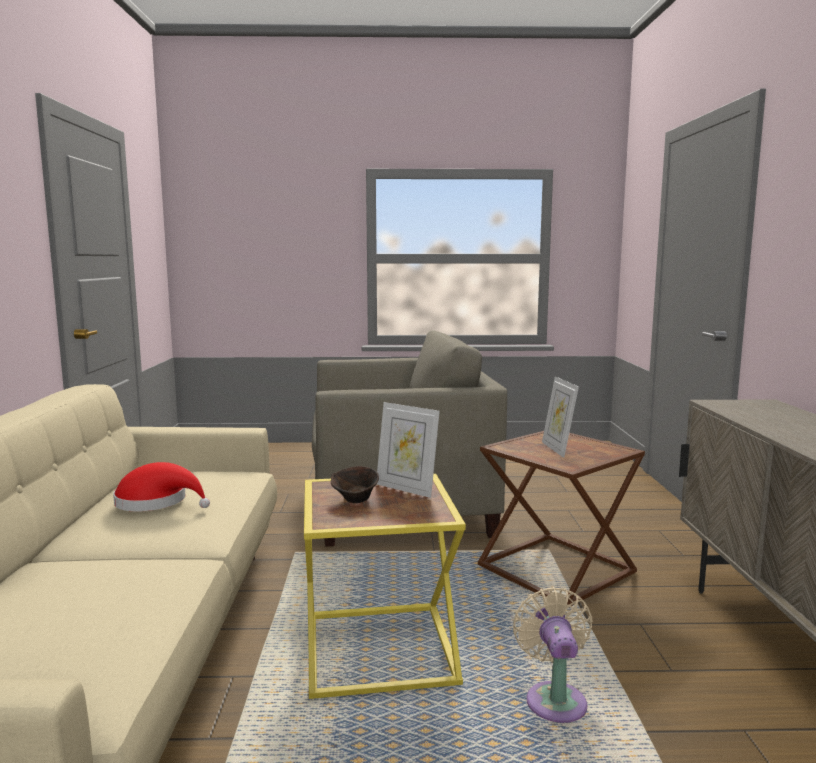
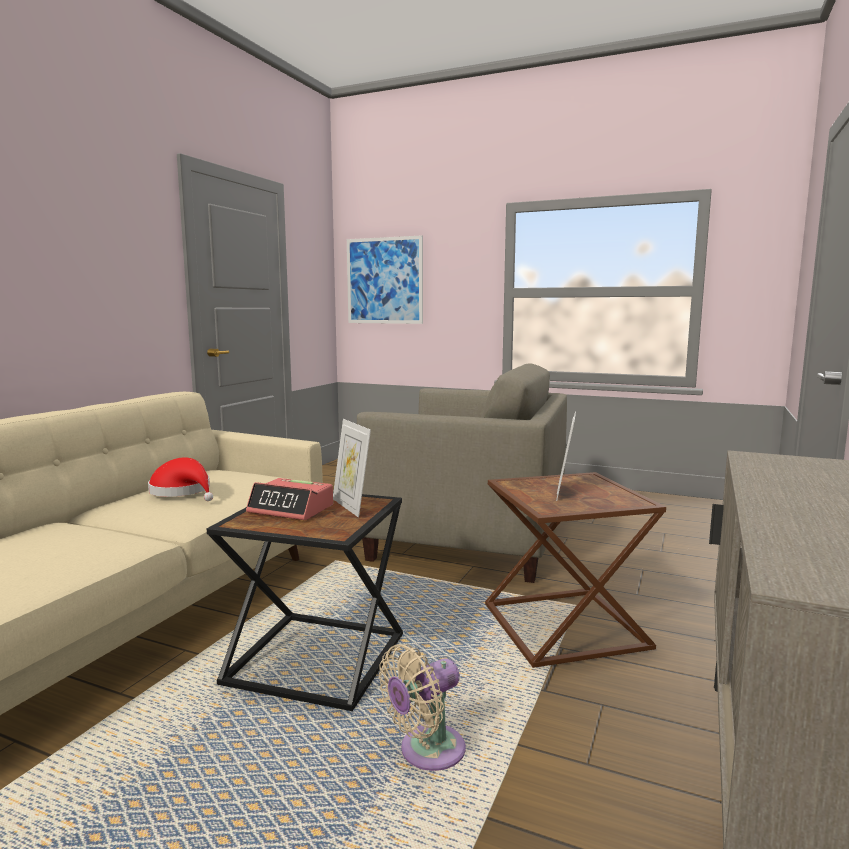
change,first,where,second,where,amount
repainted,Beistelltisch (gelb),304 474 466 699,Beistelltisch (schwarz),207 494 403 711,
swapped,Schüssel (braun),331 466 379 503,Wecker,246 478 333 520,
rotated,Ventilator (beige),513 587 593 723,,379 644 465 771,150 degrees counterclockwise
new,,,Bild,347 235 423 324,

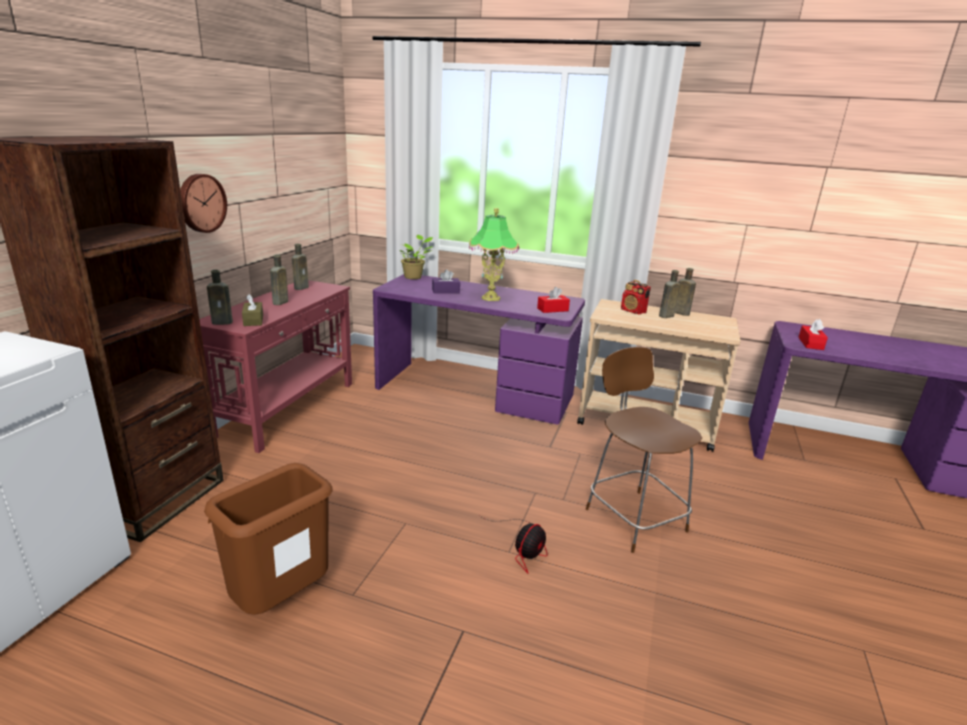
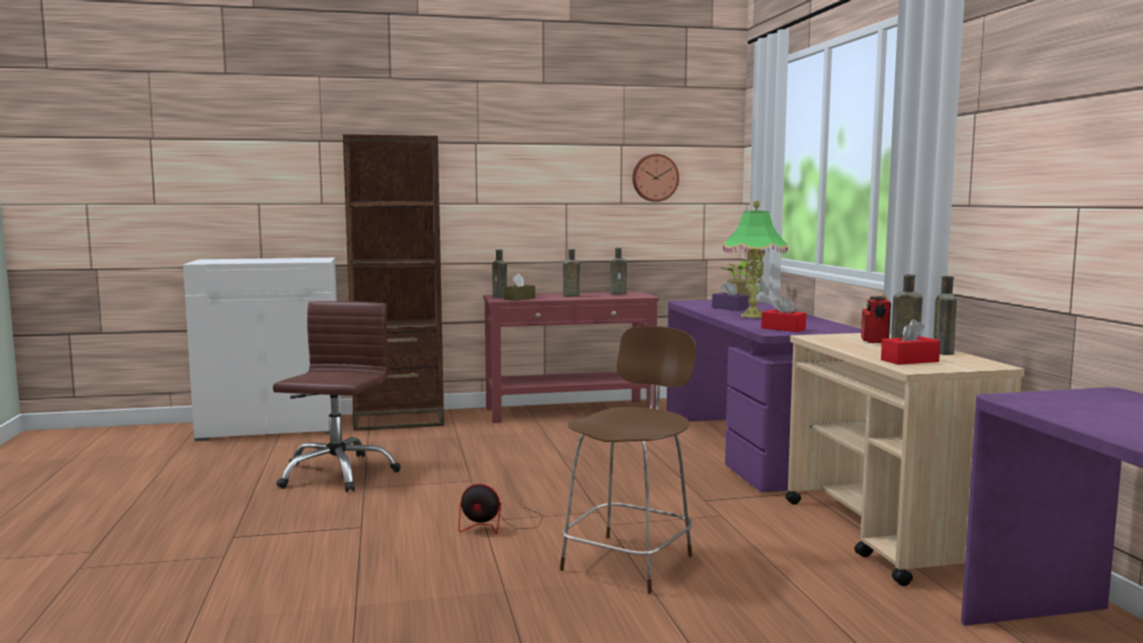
change,first,where,second,where,amount
shifted,Wanduhr,180 174 227 233,,632 154 679 202,
swapped,Mülleimer (braun),204 463 333 615,Bürostuhl (braun),273 301 401 492,
shifted,Taschentuchbox (rot),798 319 828 350,,881 319 940 365,

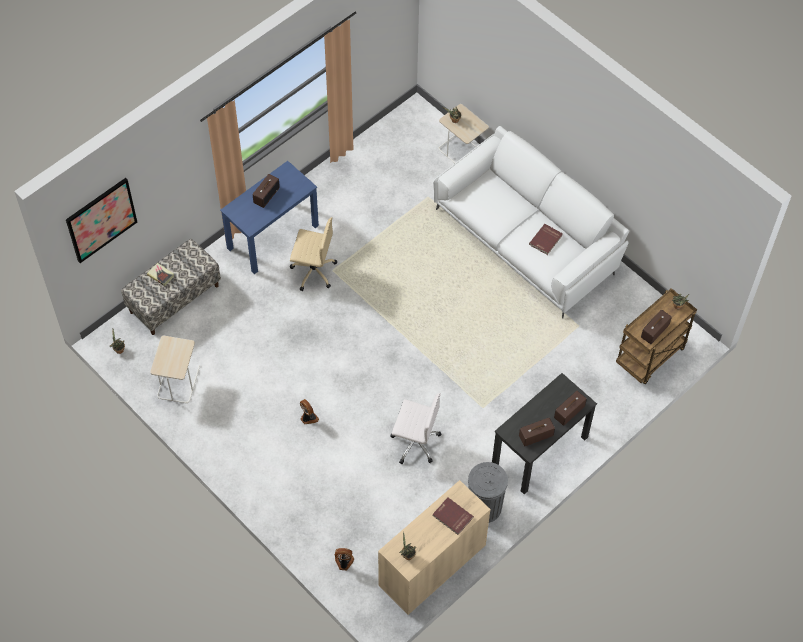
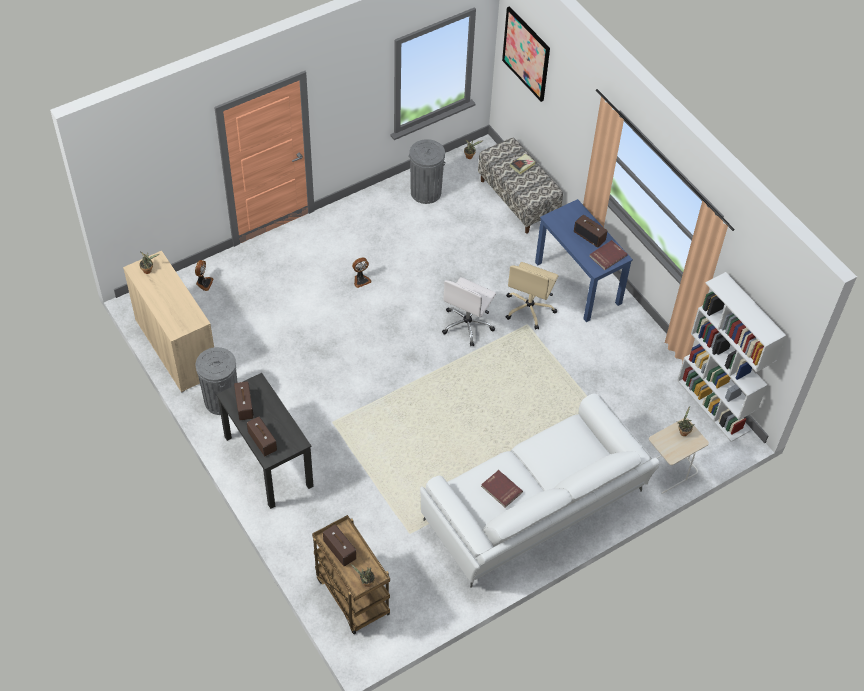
change,first,where,second,where,amount
swapped,Beistelltisch (beige),150 336 200 403,Mülleimer (grau),409 139 445 204,
shifted,Bürostuhl (weiß),391 393 441 464,,442 277 496 346,
shifted,Buch (rot),433 497 474 535,,589 240 628 270,
new,,,Bücherregal (weiß),677 272 786 442,

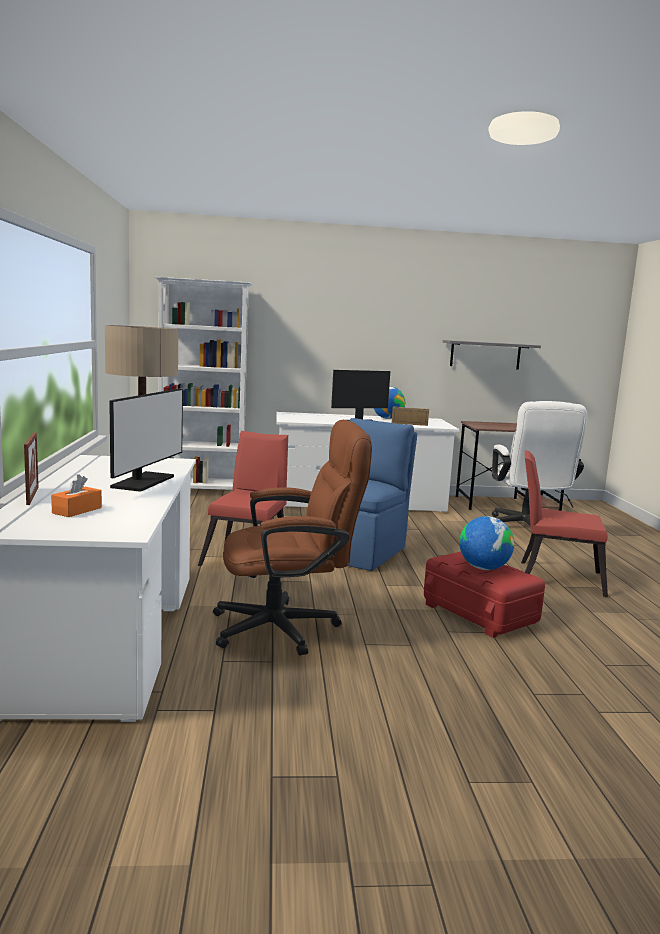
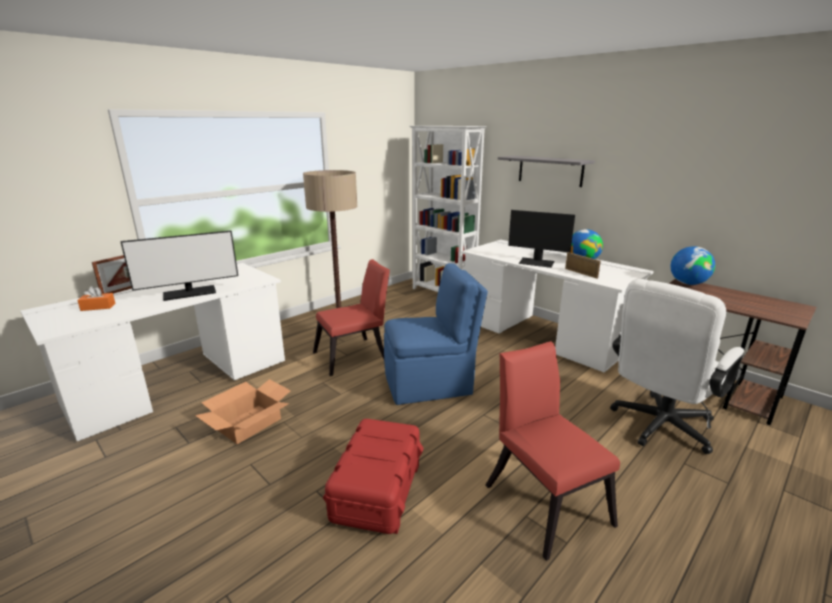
change,first,where,second,where,amount
swapped,Bürostuhl (braun),213 420 372 656,Karton,195 379 291 444,
shifted,Wandregal (grau),443 340 541 369,,498 156 595 187,
shifted,Globus,459 516 514 570,,670 246 715 285,

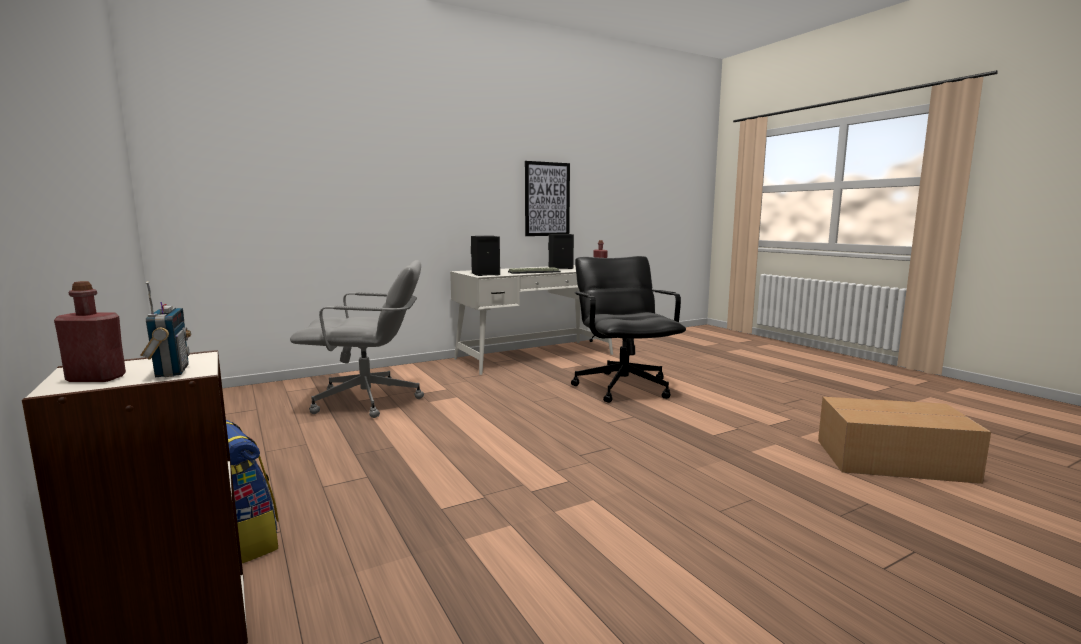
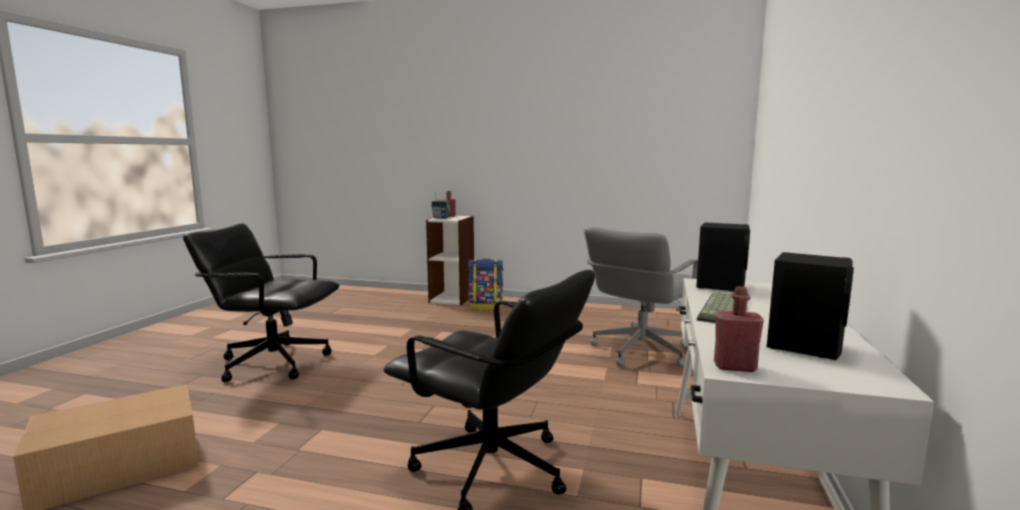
change,first,where,second,where,amount
gone,Bild,525 161 570 236,,,
new,,,Bürostuhl (schwarz),183 223 340 382,

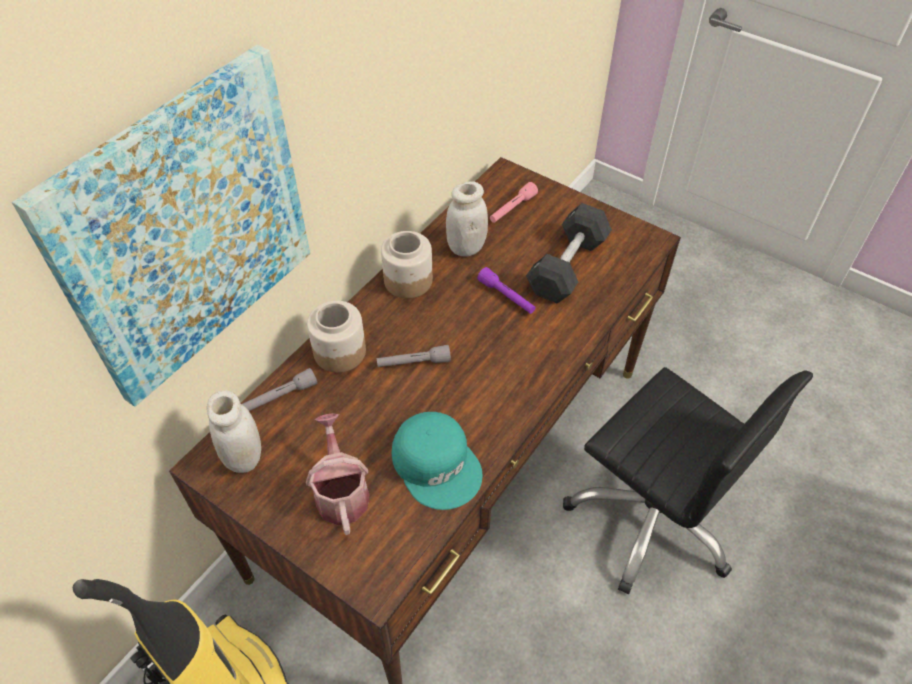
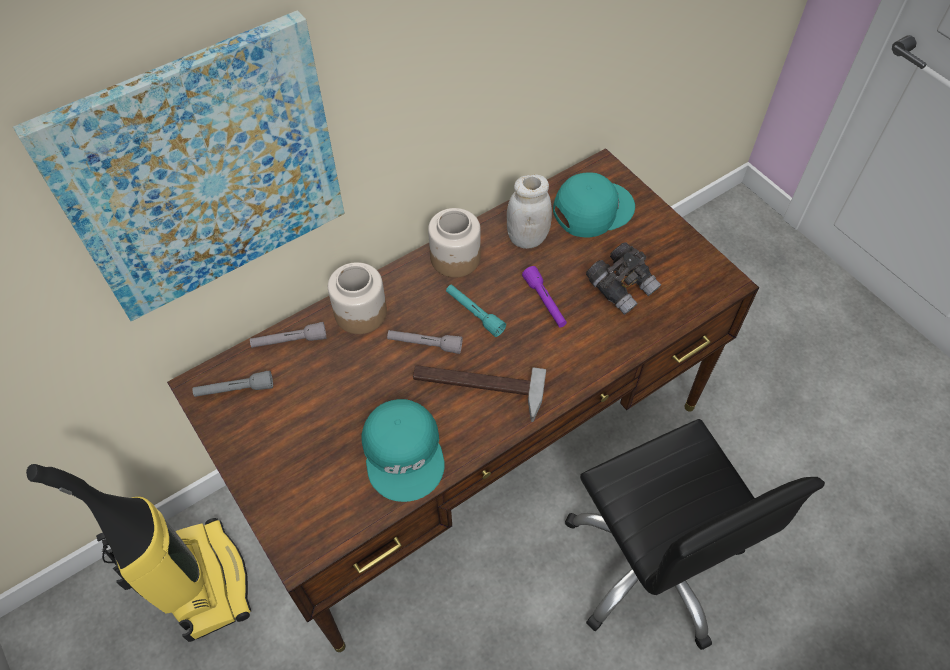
change,first,where,second,where,amount
swapped,Vorratsglas (weiß),207 390 261 473,Taschenlampe (grau),193 370 273 397,
gone,Gießkanne,306 413 369 535,,,
swapped,Taschenlampe (rosa),490 182 538 223,Kappe (türkis),553 172 635 238,
swapped,Hantel (schwarz),526 203 612 304,Fernglas (grau),586 242 661 315,
new,,,Hammer,413 365 546 422,
new,,,Taschenlampe (türkis),446 285 506 337,

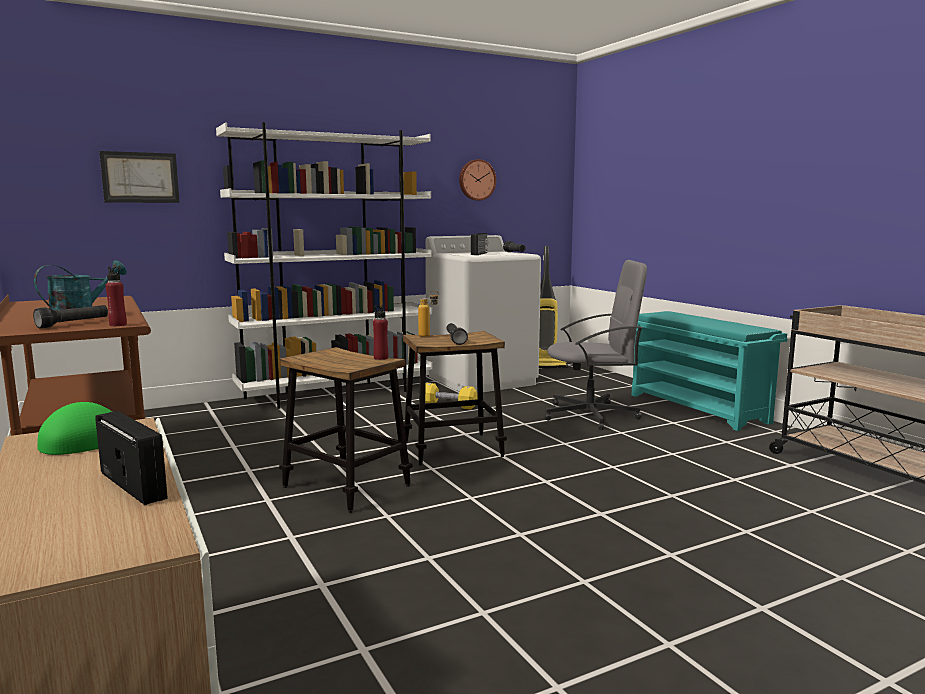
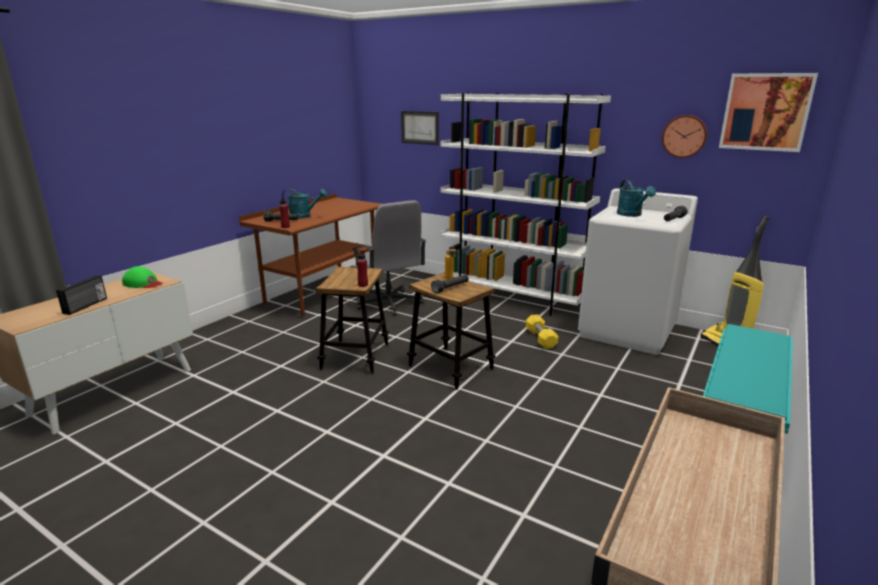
change,first,where,second,where,amount
swapped,Radio,471 233 488 255,Gießkanne (türkis),617 180 656 217,
shifted,Bürostuhl (grau),545 260 647 430,,352 200 426 316,
new,,,Bild,719 73 818 152,

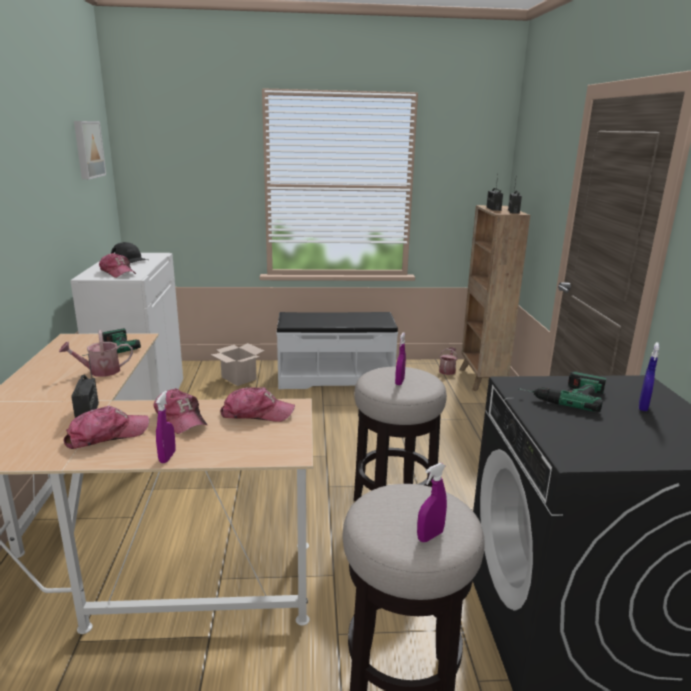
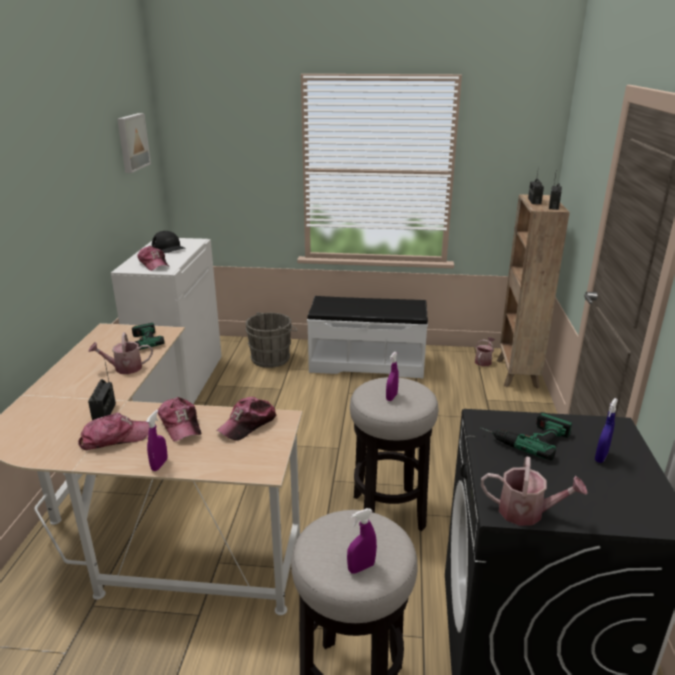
change,first,where,second,where,amount
swapped,Karton,211 343 264 386,Eimer (grau),245 312 298 368,
rotated,Kappe,220 387 295 422,,216 397 277 440,120 degrees clockwise
new,,,Gießkanne,481 457 588 526,

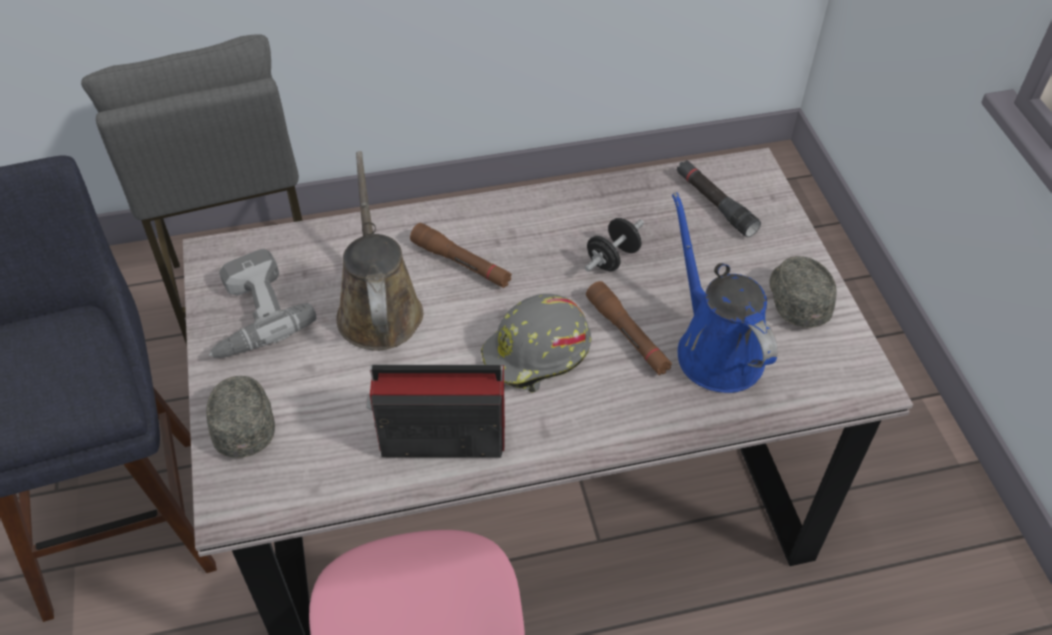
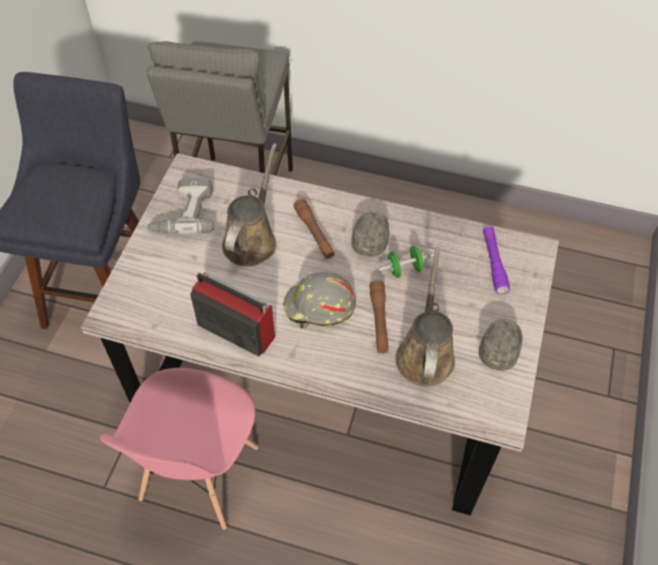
change,first,where,second,where,amount
shifted,Kappe (grau),206 376 275 458,,351 211 389 257,
repainted,Hantel (schwarz),585 218 644 272,Hantel (grün),378 246 434 278,
repainted,Gießkanne (blau),672 192 778 393,Gießkanne (braun),395 247 455 387,
repainted,Taschenlampe (schwarz),677 160 761 237,Taschenlampe (lila),483 227 510 294,

